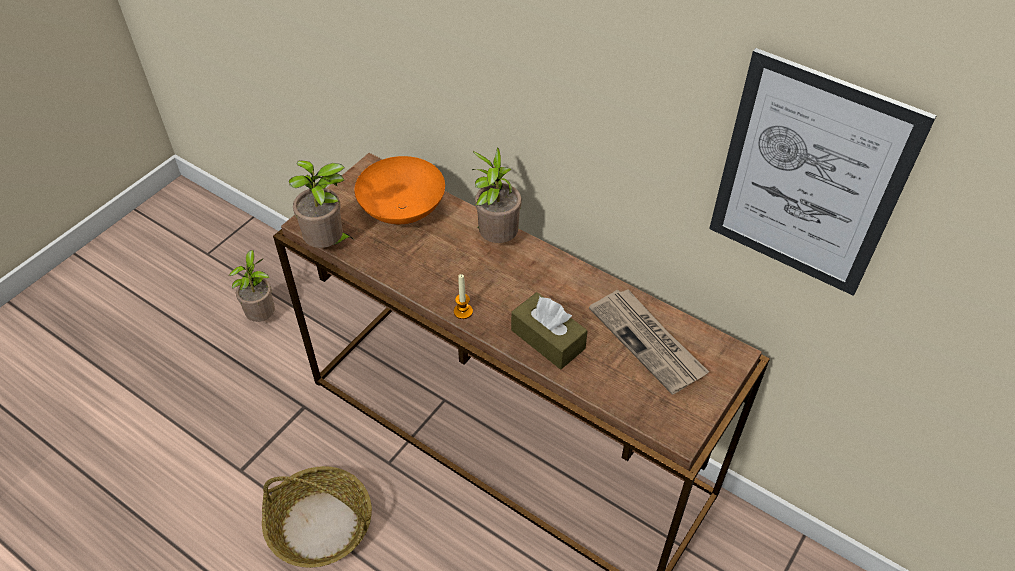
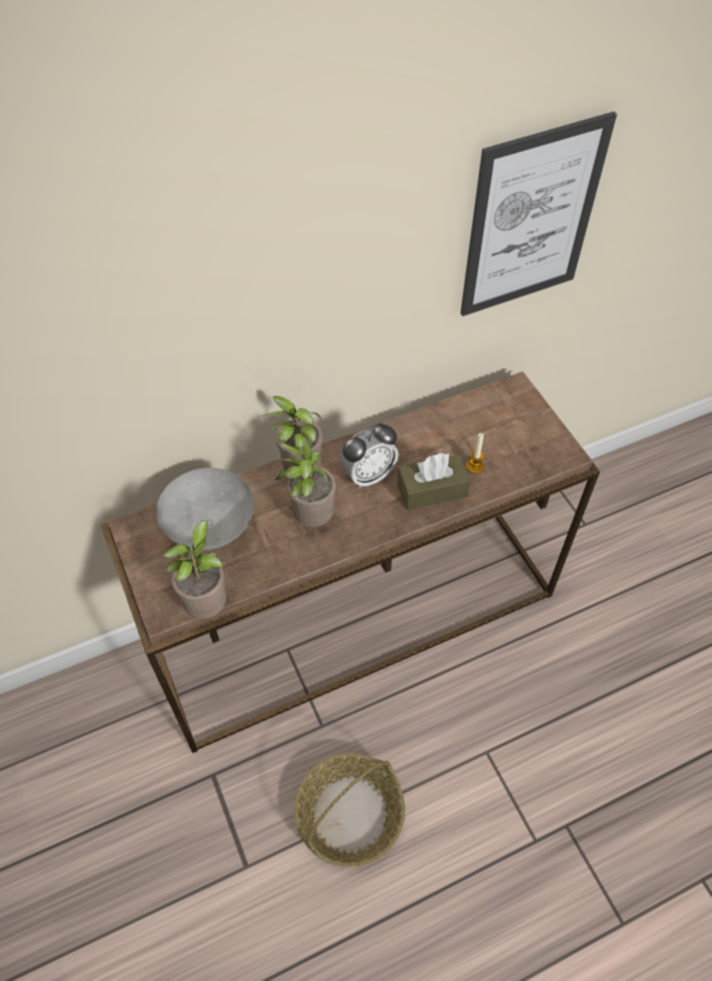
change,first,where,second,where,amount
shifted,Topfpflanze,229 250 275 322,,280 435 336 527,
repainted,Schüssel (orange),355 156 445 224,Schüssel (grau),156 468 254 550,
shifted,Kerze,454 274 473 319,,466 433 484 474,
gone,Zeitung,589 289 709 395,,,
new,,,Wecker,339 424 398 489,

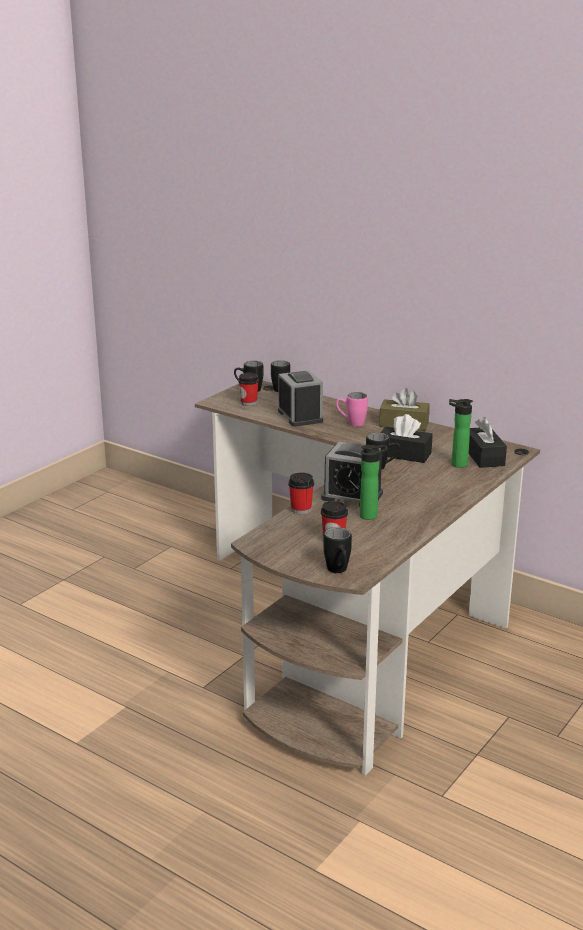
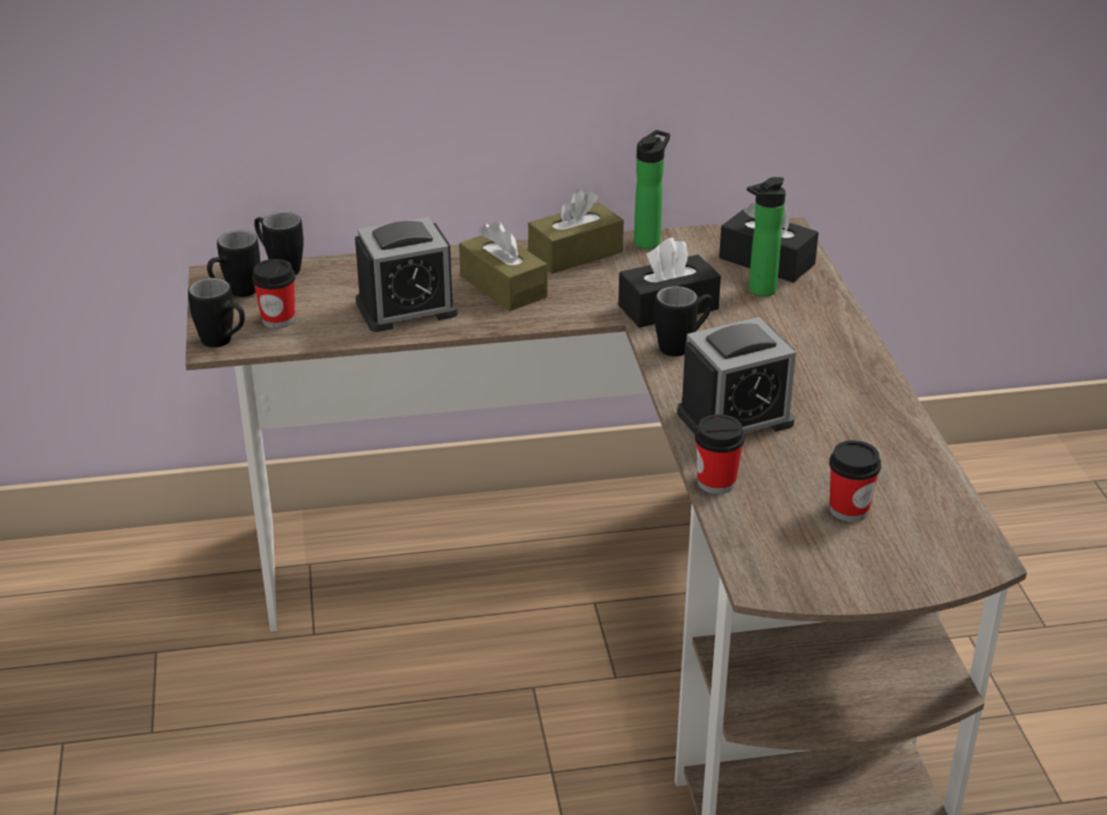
change,first,where,second,where,amount
rotated,Wecker,278 370 323 427,,355 217 458 332,135 degrees clockwise
shifted,Henkelbecher (schwarz),323 527 352 573,,188 278 245 348,
swapped,Henkelbecher (rosa),336 392 368 427,Taschentuchbox (braun),459 220 547 311,
shifted,Flasche,360 444 388 520,,634 130 670 249,

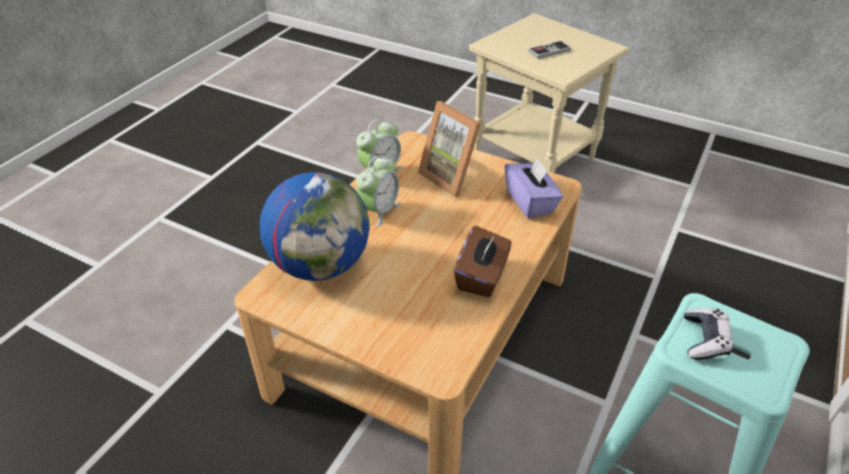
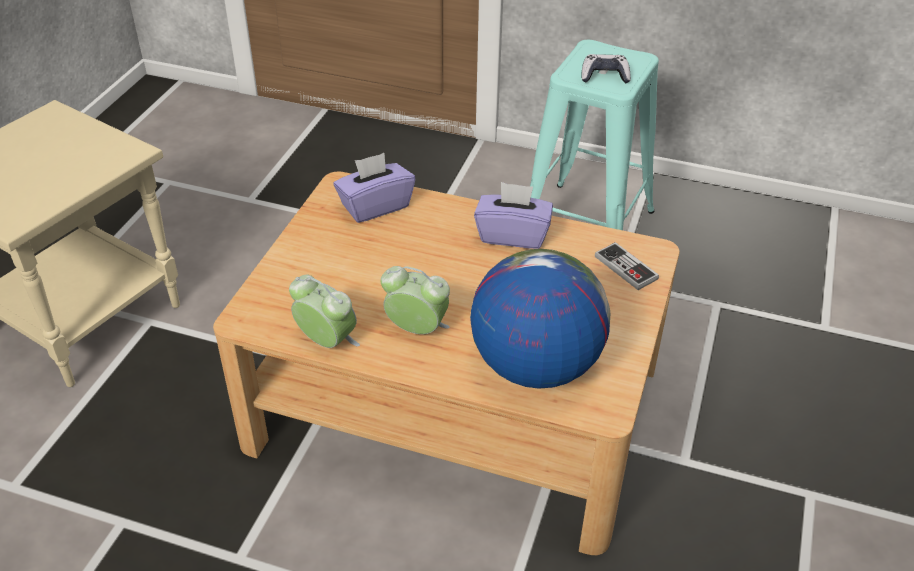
change,first,where,second,where,amount
gone,Bilderrahmen,418 101 481 197,,,
repainted,Taschentuchbox (braun),454 226 512 297,Taschentuchbox (lila),474 182 553 249,
shifted,Gamepad,528 41 571 59,,595 242 659 290,

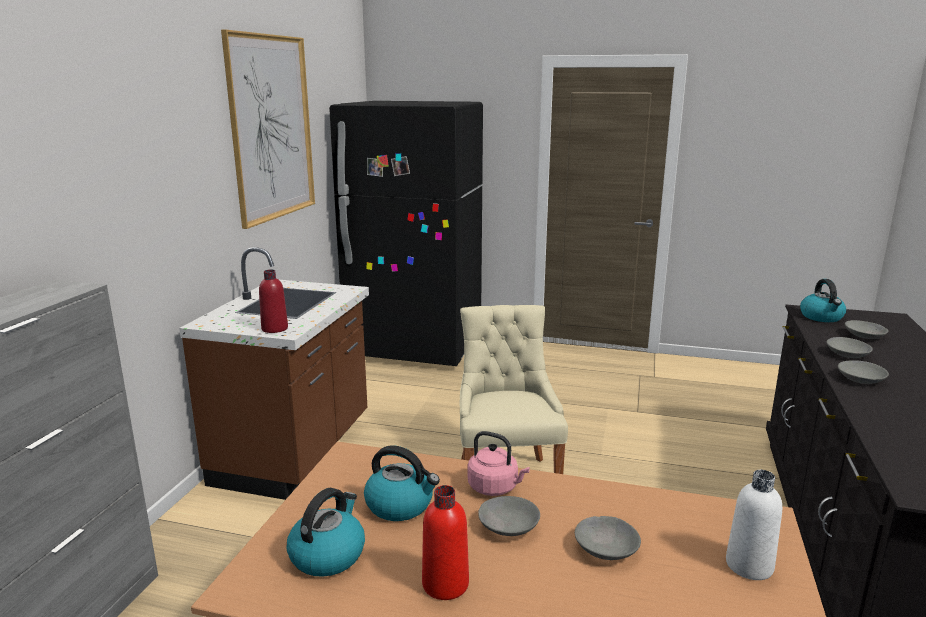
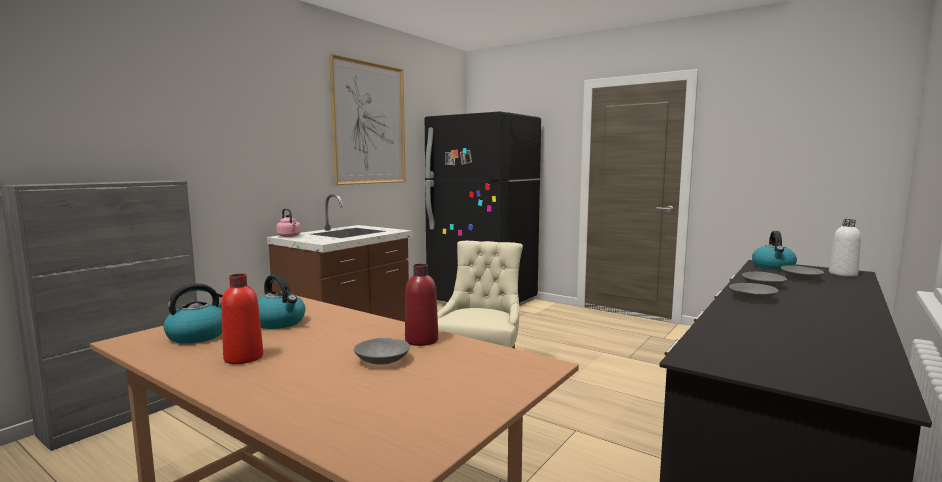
change,first,where,second,where,amount
shifted,Flasche (rot),259 270 288 333,,405 264 438 346,
shifted,Wasserkessel (rosa),468 431 530 496,,276 208 301 237,
gone,Schüssel (grau),478 496 540 536,,,
shifted,Flasche (weiß),726 470 782 580,,829 219 861 277,

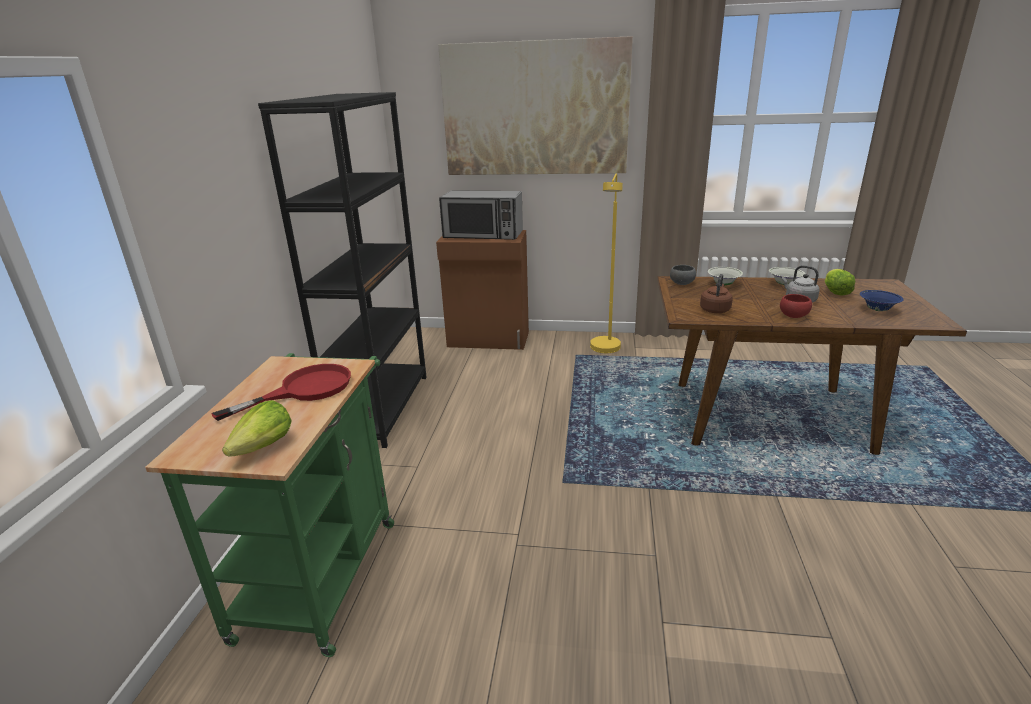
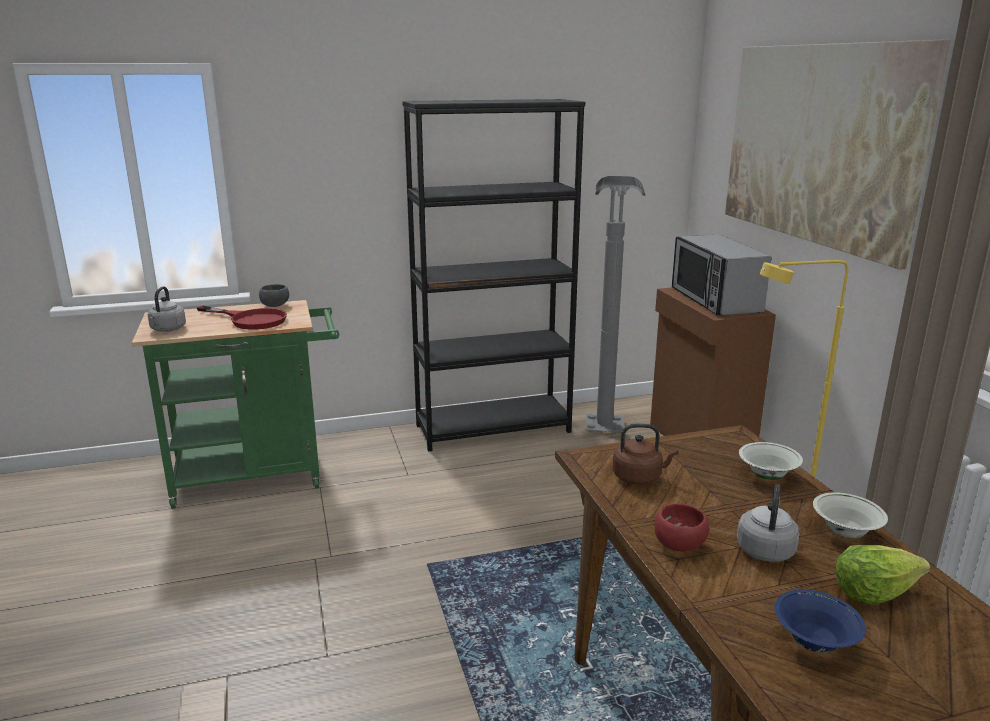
change,first,where,second,where,amount
swapped,Salatkopf,222 400 292 457,Wasserkessel (grau),148 286 186 332,
shifted,Schüssel (grau),670 265 696 285,,259 284 289 307,
new,,,Stehlampe (grau),585 176 646 434,

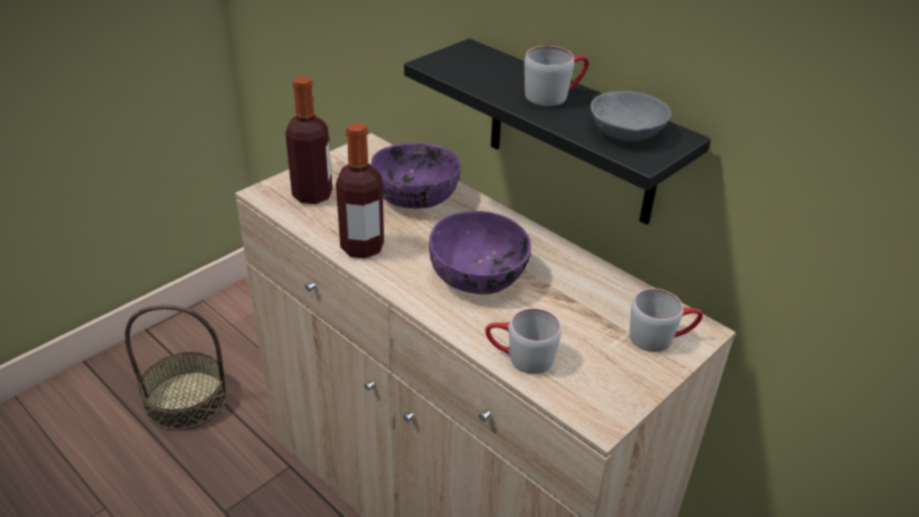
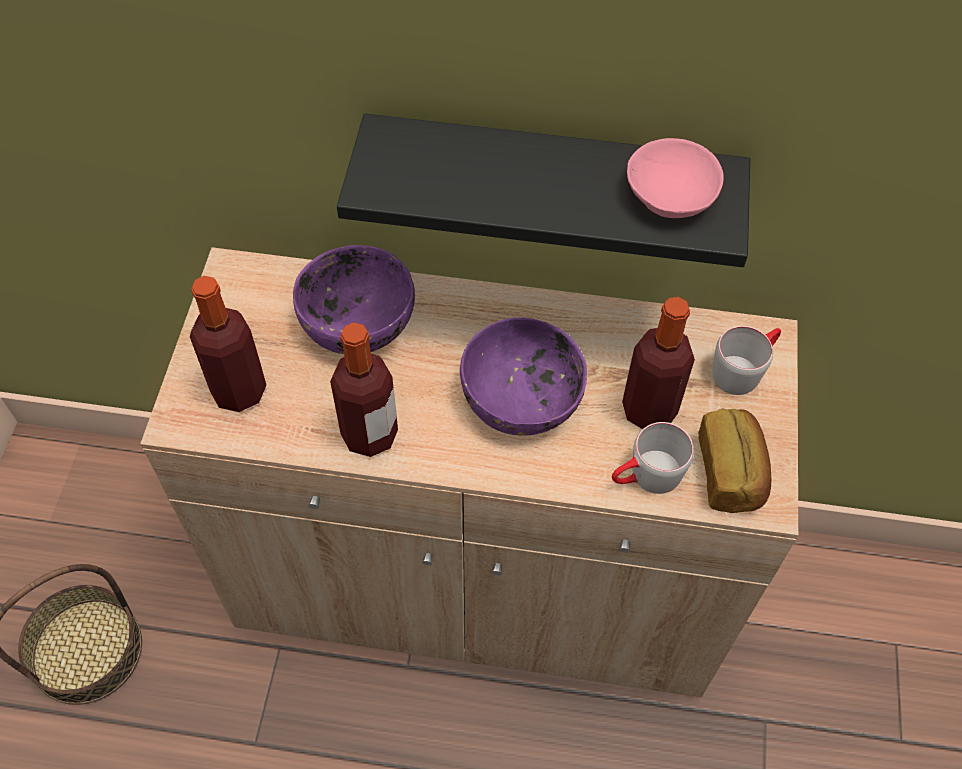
change,first,where,second,where,amount
gone,Henkelbecher (grau),524 46 589 106,,,
repainted,Schüssel (grau),590 91 671 141,Schüssel (rosa),627 138 724 218,
new,,,Flasche,622 297 695 429,
new,,,Brot,698 408 771 513,

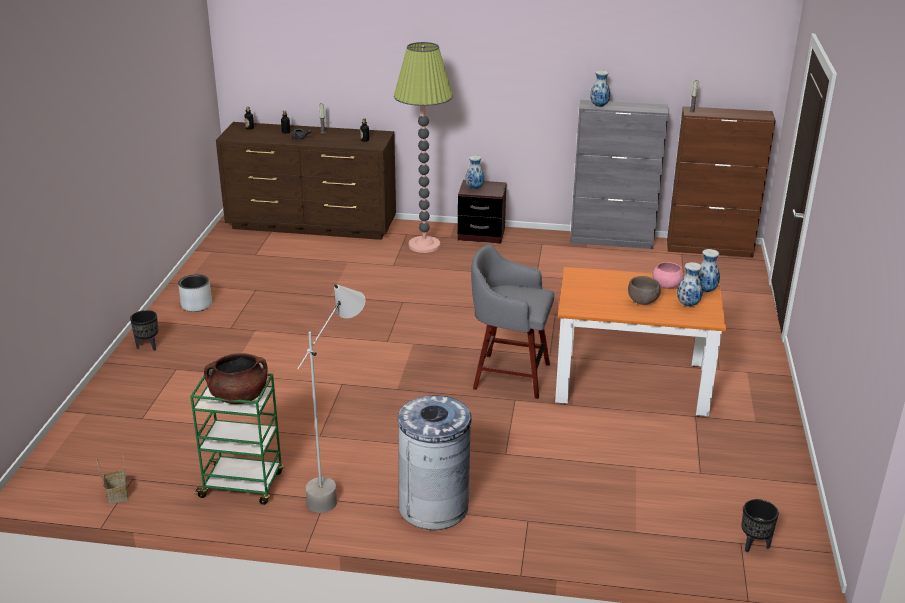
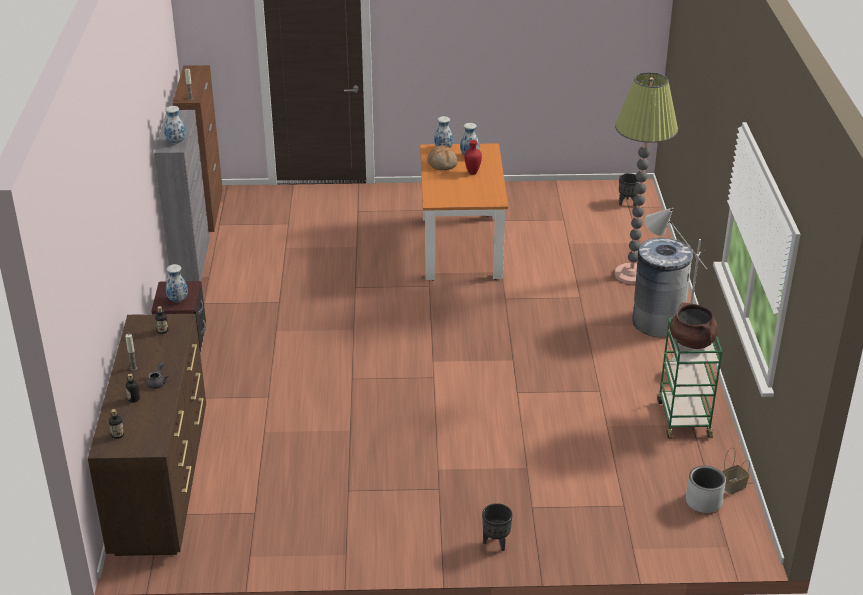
change,first,where,second,where,amount
shifted,Pflanzkübel (grau),178 274 212 312,,686 466 726 513,
shifted,Stehlampe,394 42 453 253,,614 72 678 284,
gone,Hocker (grau),471 244 554 399,,,
swapped,Schüssel (braun),628 276 661 305,Vase (rot),464 140 482 175,
swapped,Schüssel (rosa),653 262 684 289,Brot,427 145 458 170,

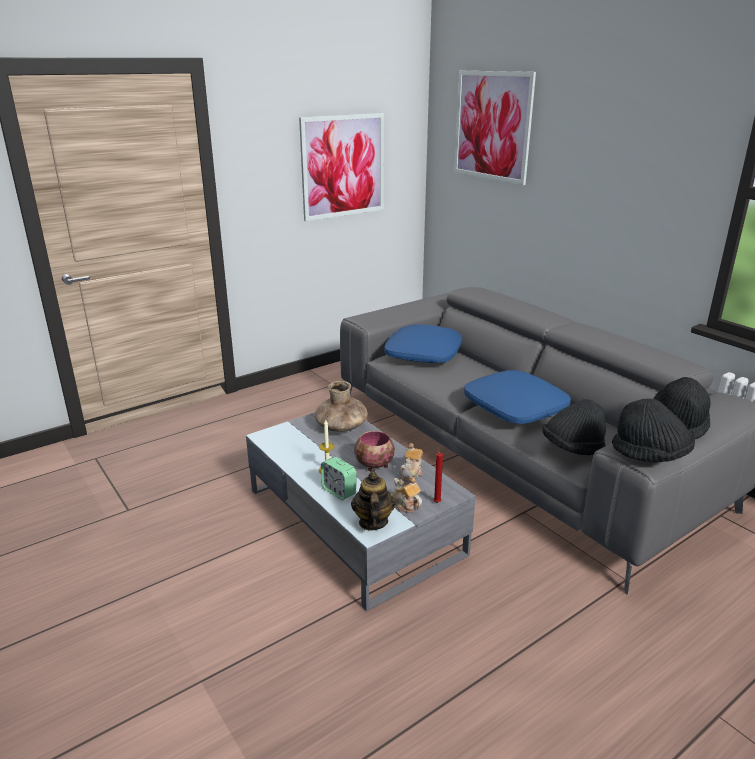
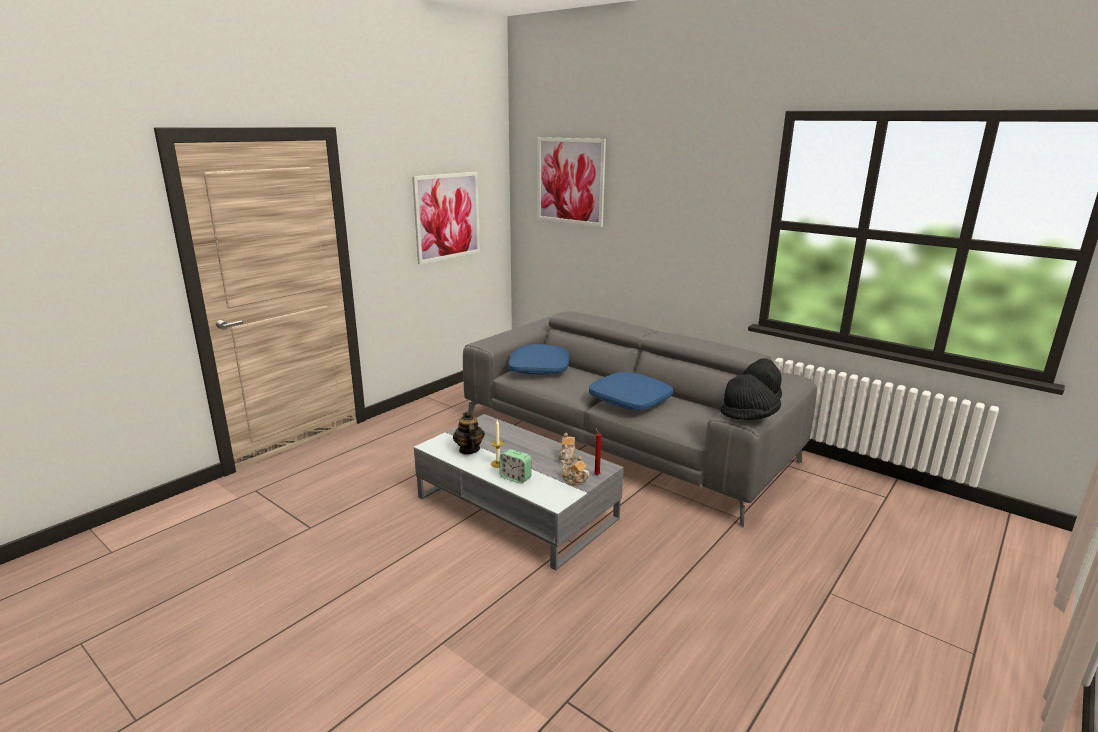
change,first,where,second,where,amount
gone,Vase (braun),315 381 368 432,,,
shifted,Teekanne,351 469 396 531,,453 411 485 455,
gone,Schüssel,354 431 395 471,,,
gone,Hut (schwarz),543 399 606 455,,,

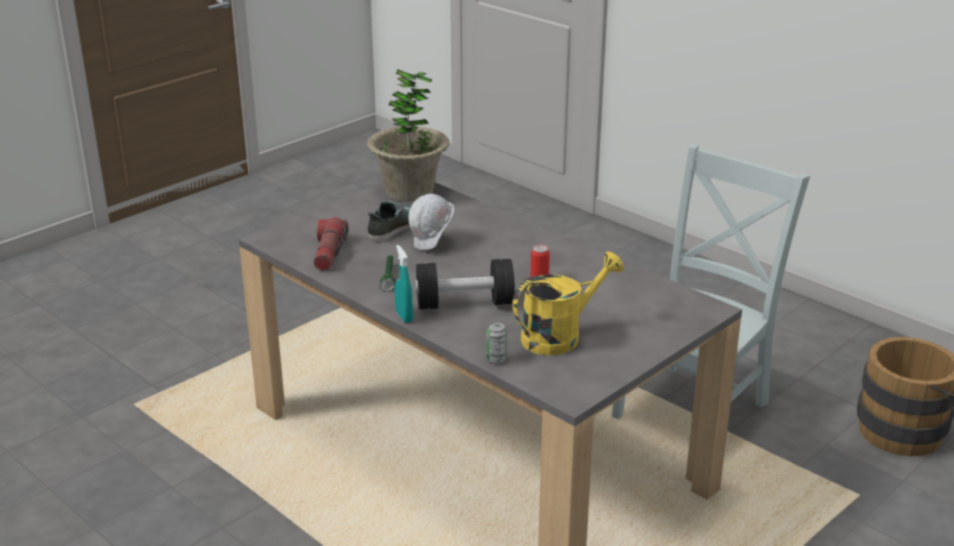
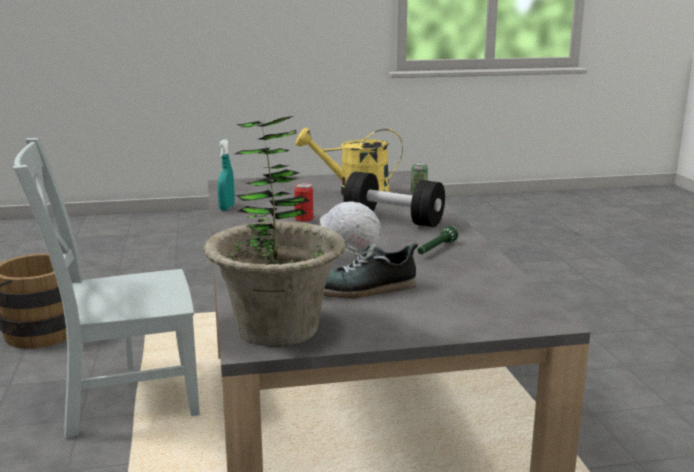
change,first,where,second,where,amount
gone,Taschenlampe,314 217 349 271,,,
shifted,Sprühflasche (türkis),394 245 413 323,,218 139 235 211,

